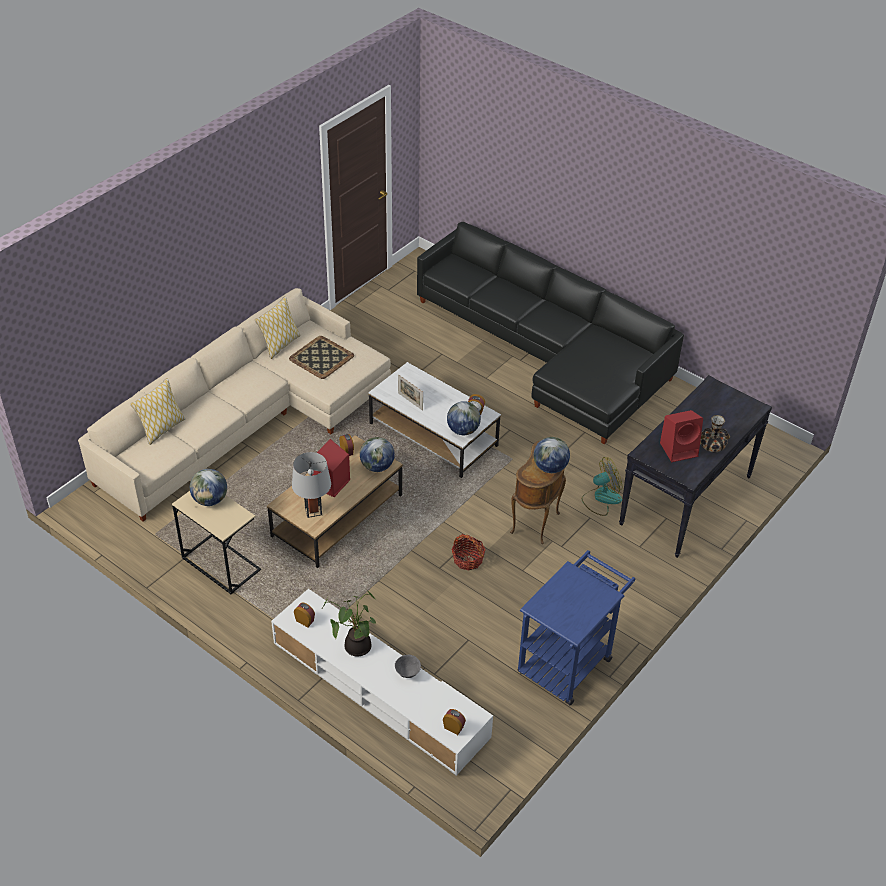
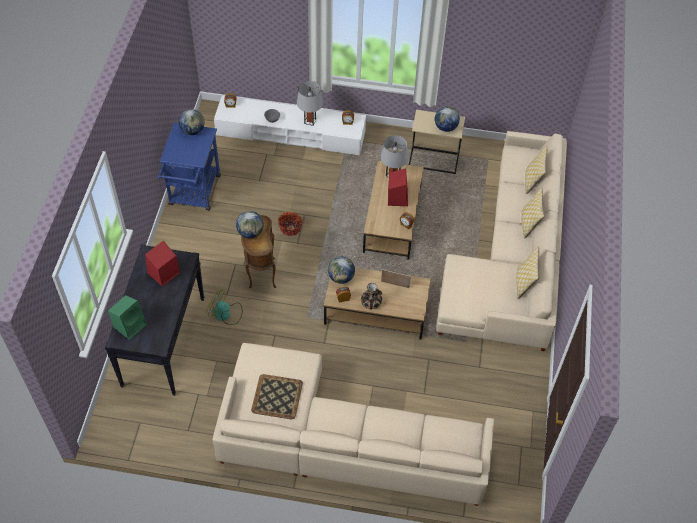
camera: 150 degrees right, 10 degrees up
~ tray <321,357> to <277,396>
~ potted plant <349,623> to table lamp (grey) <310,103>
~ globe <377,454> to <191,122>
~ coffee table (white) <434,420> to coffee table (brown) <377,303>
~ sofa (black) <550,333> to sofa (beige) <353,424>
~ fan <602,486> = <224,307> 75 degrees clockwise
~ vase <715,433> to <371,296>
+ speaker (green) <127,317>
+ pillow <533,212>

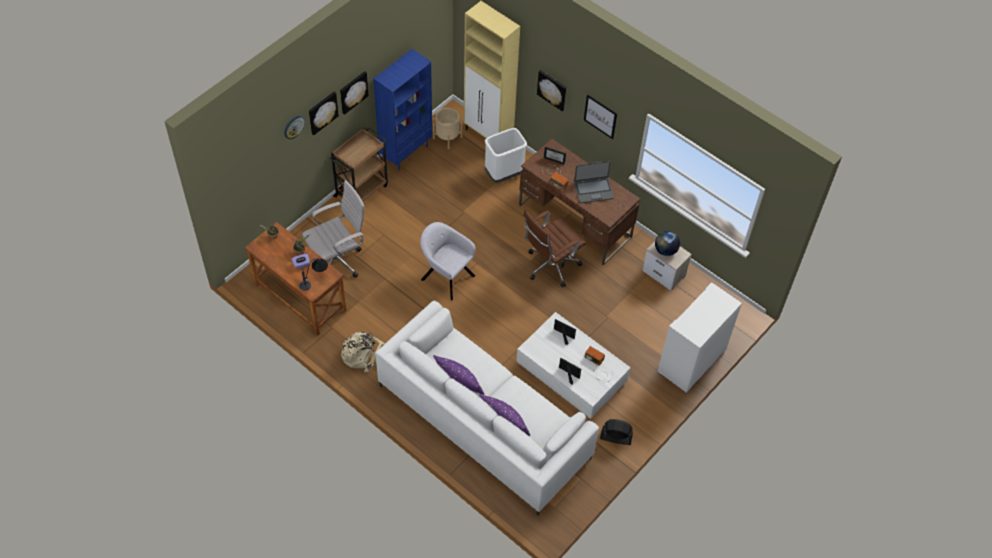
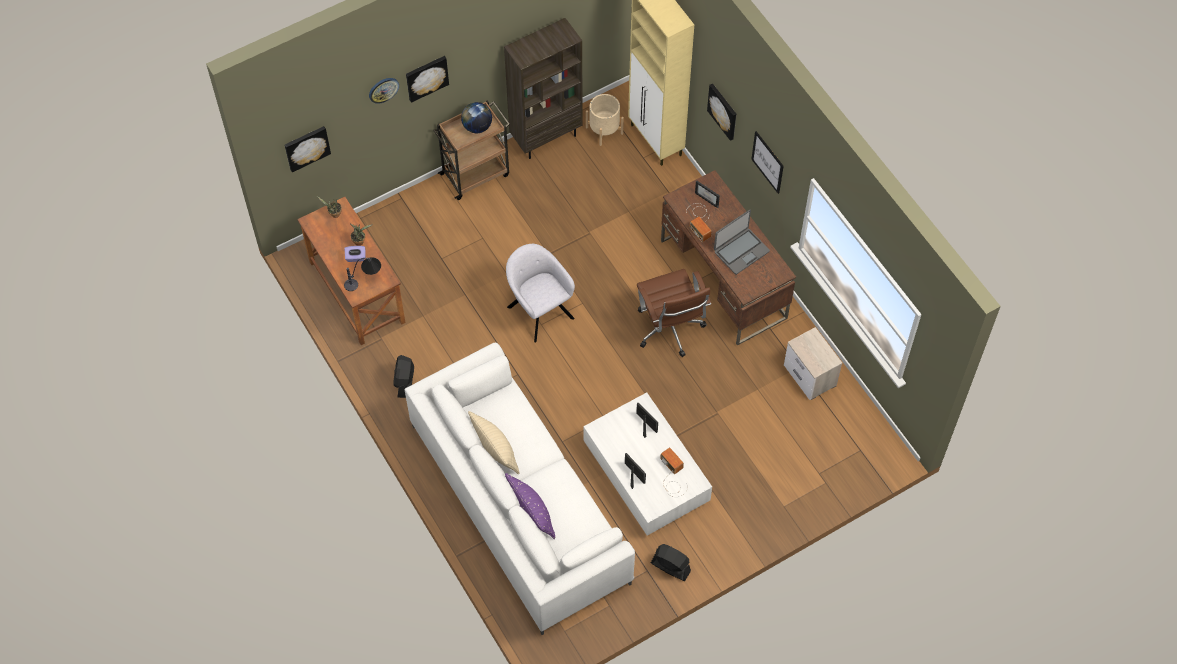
camera: 20 degrees right, 5 degrees up
- office chair (white) <333,228>
~ picture <354,93> to <308,149>
~ backpack (beige) <363,352> to fan (black) <403,376>
~ bookcase (blue) <402,109> to bookcase (brown) <543,88>
~ pillow (purple) <458,375> to pillow (beige) <494,442>
- trash can (white) <506,155>
~ office chair (brown) <555,249> = <674,313> 90 degrees counterclockwise
~ laptop <594,182> = <742,242> 45 degrees counterclockwise
~ globe <667,243> to <476,117>
- cabinet (white) <700,337>

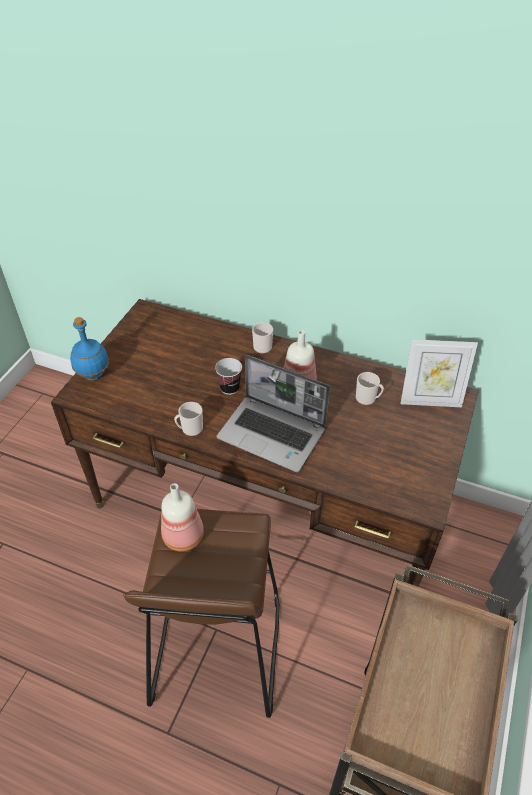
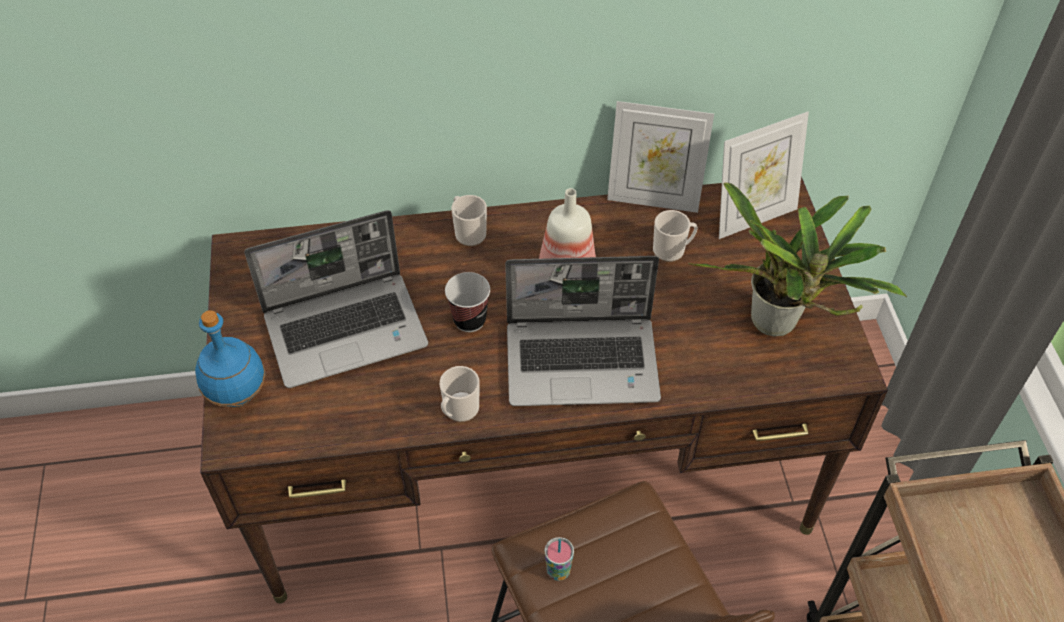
camera: 30 degrees left, 5 degrees up
~ bottle <182,517> to cup <559,559>
+ laptop <336,299>
+ picture frame <660,157>
+ potted plant <797,259>

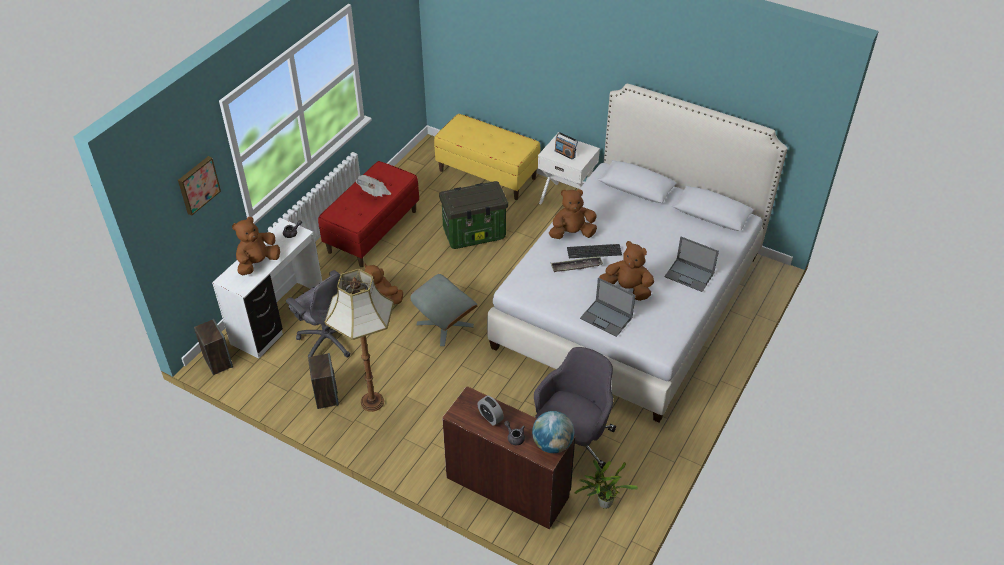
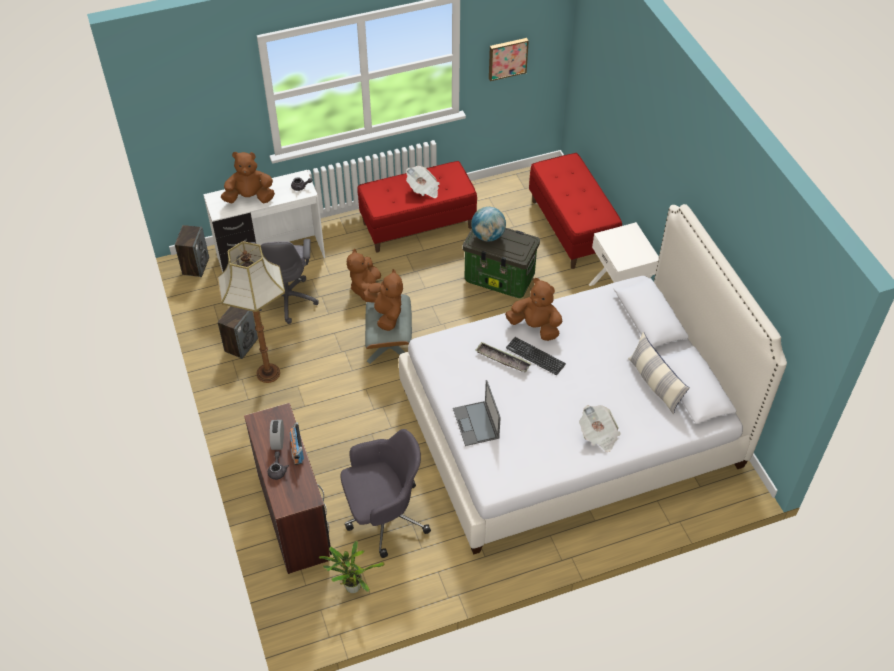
camera: 40 degrees right, 5 degrees up
~ picture <199,186> to <509,59>
~ bench (yellow) <487,157> to bench (red) <575,211>
~ globe <553,432> to <488,224>
~ radio <566,146> to <296,443>
~ plush toy (brown) <626,271> to <383,300>
~ laptop <692,264> to newspaper <600,428>
+ pillow <659,373>

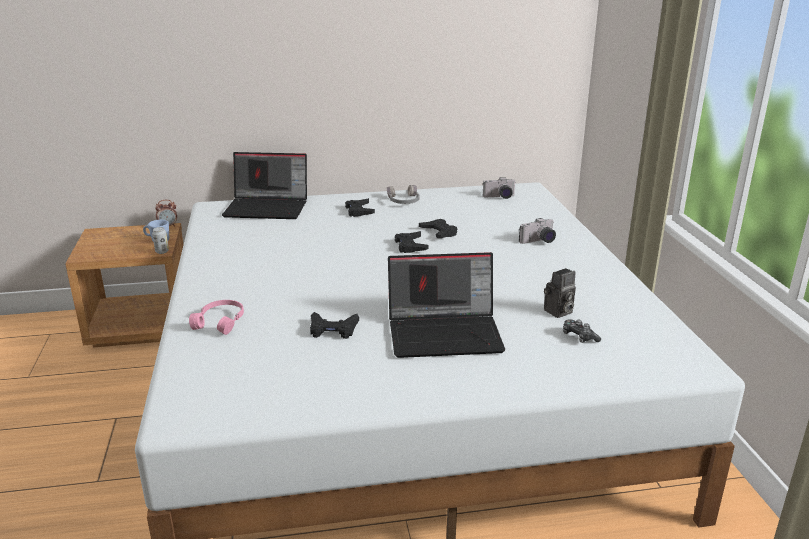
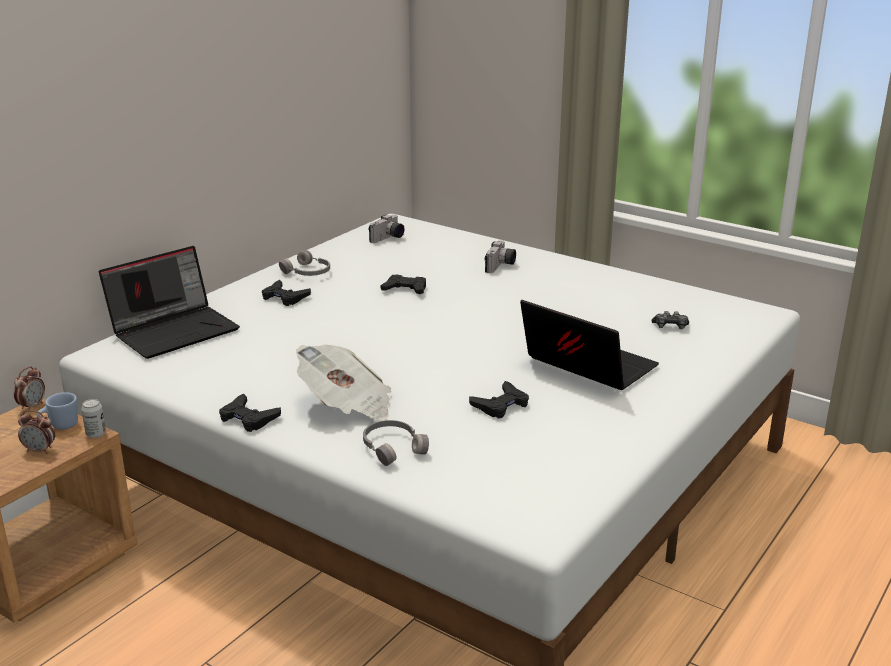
camera: 45 degrees left, 0 degrees up
~ headphones (pink) <216,317> to headphones (grey) <396,443>
~ laptop <446,305> = <589,345> 90 degrees counterclockwise
~ game controller (black) <411,242> to <250,412>
- photo camera <560,293>
+ alarm clock <36,432>
+ newspaper <343,383>

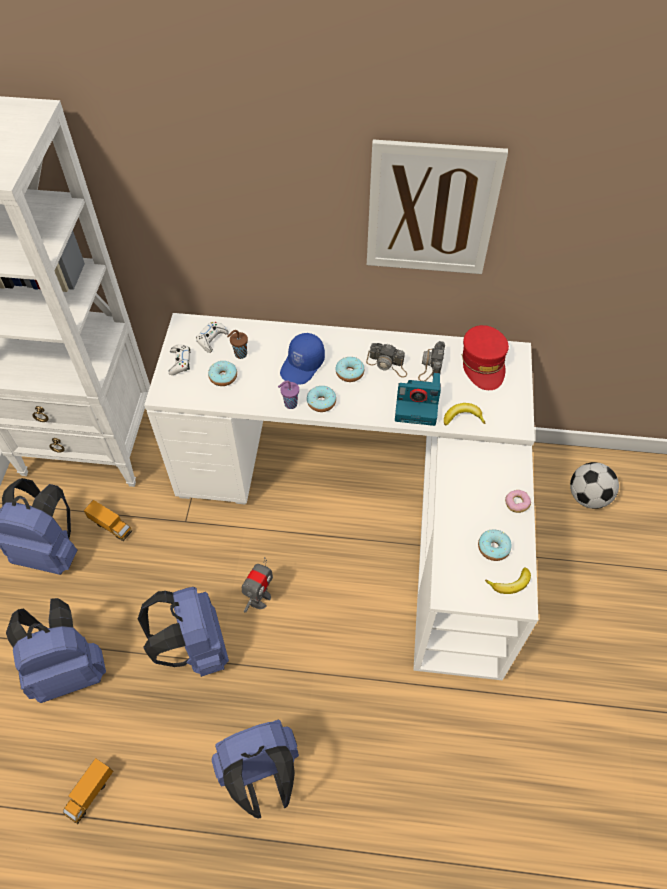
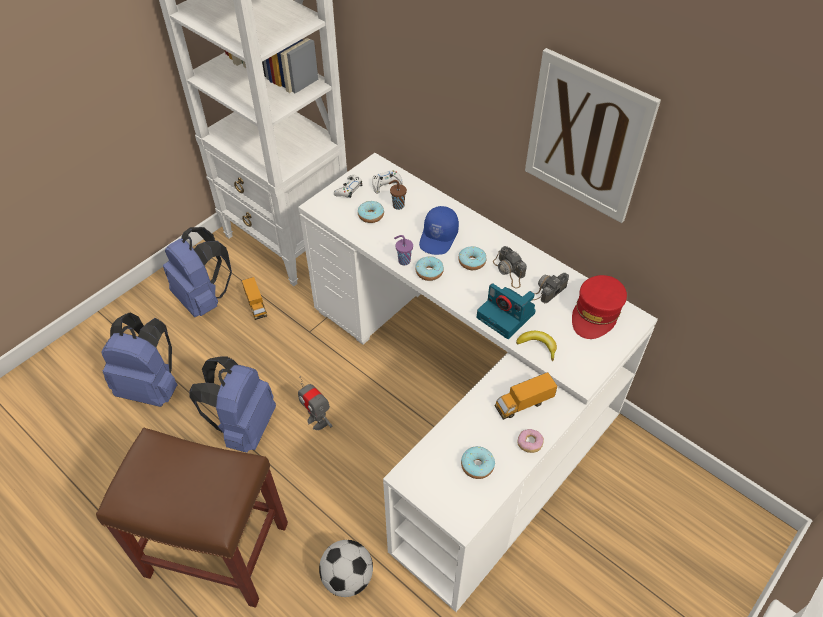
camera: 35 degrees right, 5 degrees down
~ toy truck <88,791> to <526,396>
~ backpack (blue) <255,769> to stool (brown) <192,518>
~ toy robot <257,585> = <315,403> 75 degrees clockwise
~ cap (blue) <302,359> = <439,230> 45 degrees counterclockwise
- banana <508,580>
~ football <594,485> to <346,568>

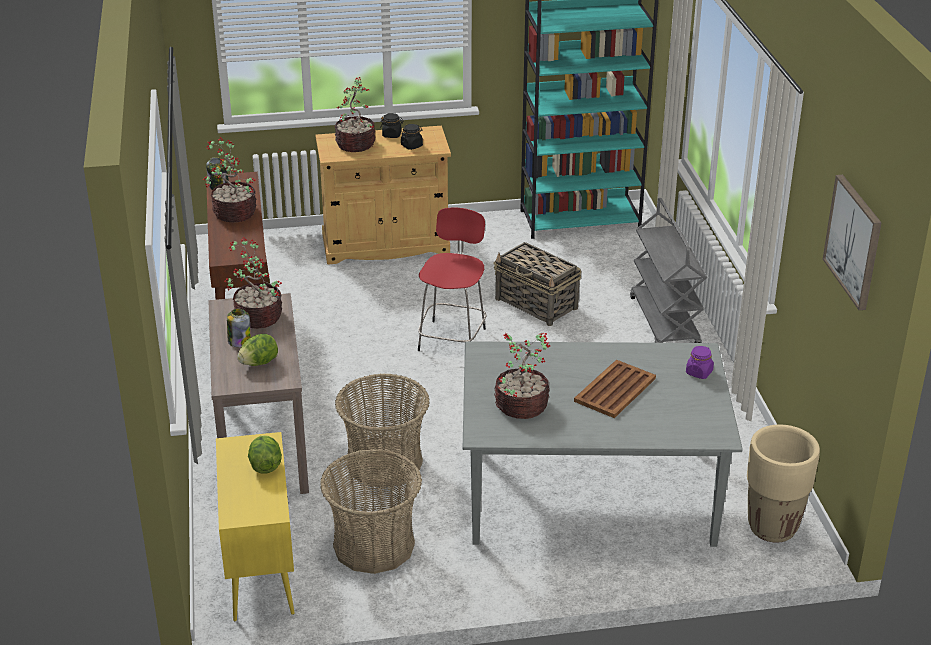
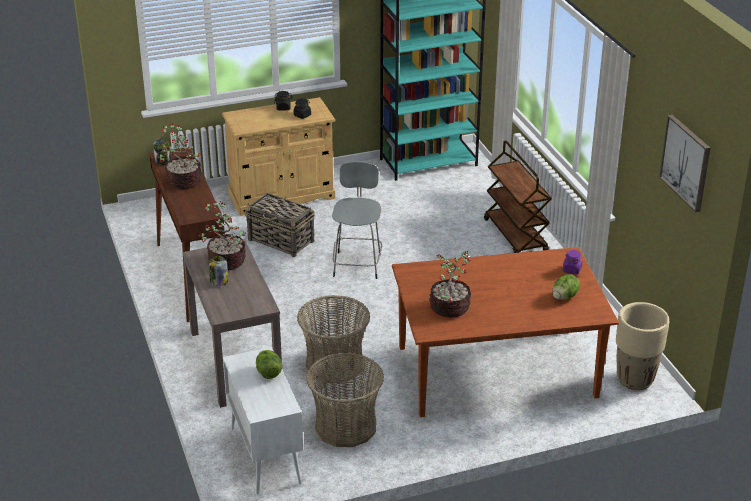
camera: 10 degrees left, 0 degrees up
~ cabinet (yellow) <255,526> to cabinet (white) <263,421>
~ lettuce <257,350> to <566,287>
- potted plant <355,114>
~ stool (red) <452,279> to stool (grey) <357,220>
~ dining table (grey) <603,444> to dining table (brown) <505,332>
~ basket <537,284> to <280,225>
- tray (brown) <615,389>
~ cart (grey) <668,270> to cart (brown) <518,197>

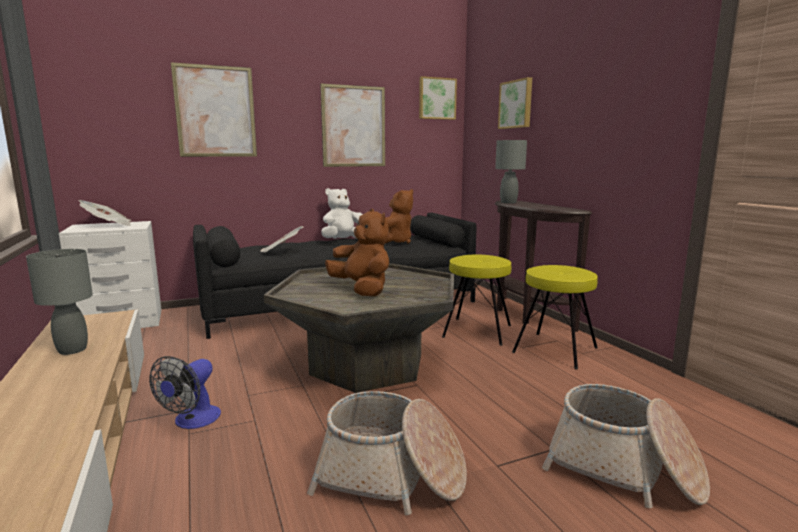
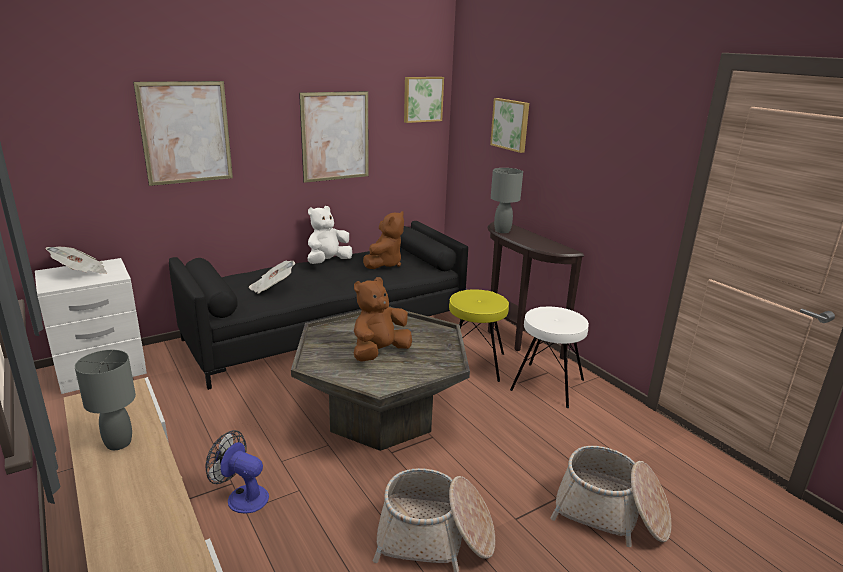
camera: 10 degrees left, 10 degrees up
~ fan <185,392> = <237,472> 105 degrees clockwise
~ plush toy (brown) <357,252> = <383,319> 90 degrees counterclockwise
~ stool (yellow) <555,317> to stool (white) <549,357>

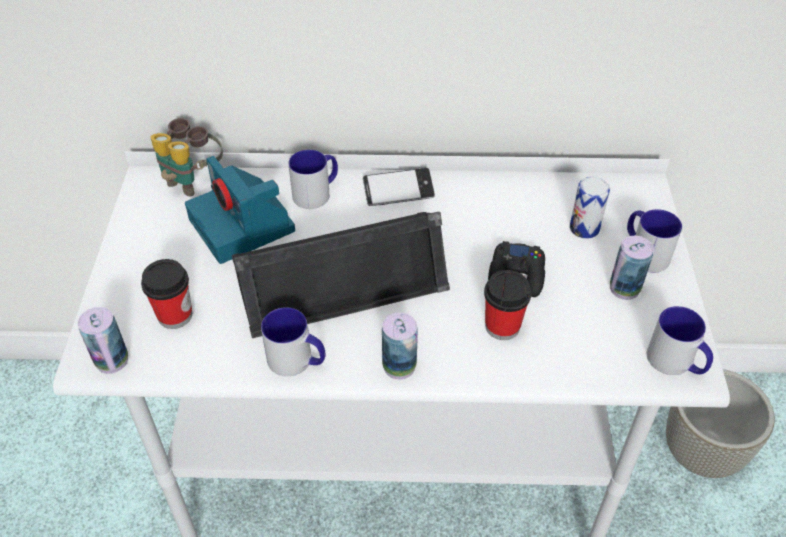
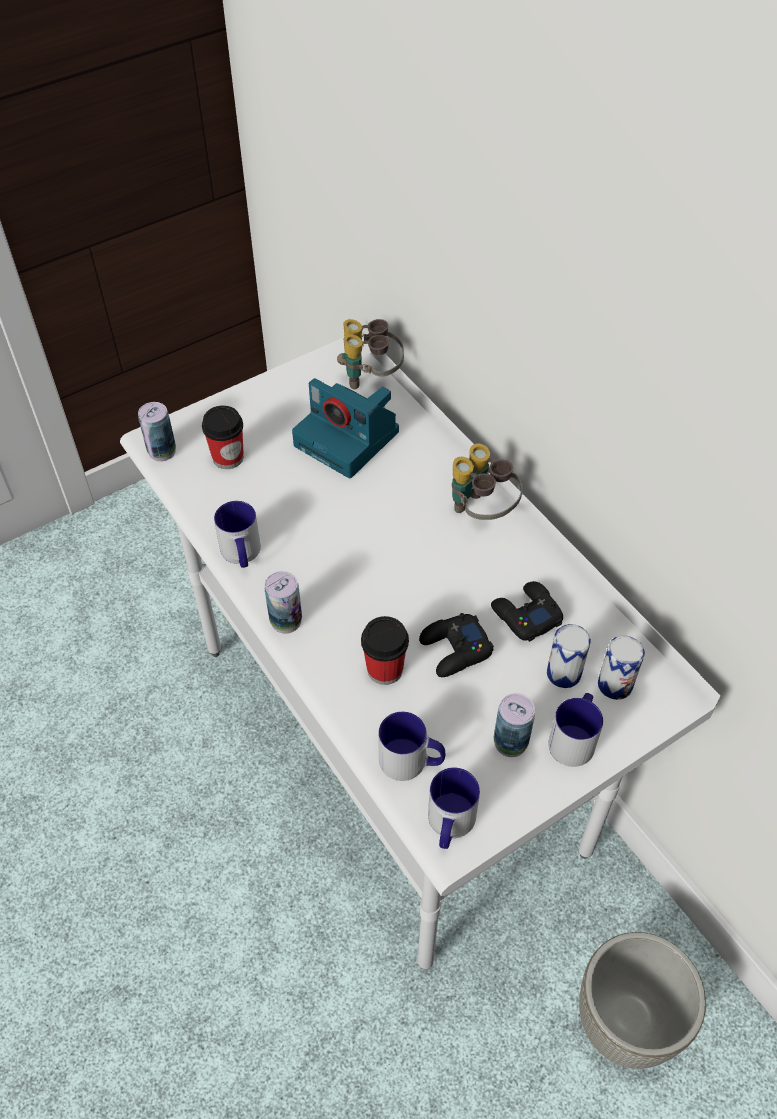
camera: 55 degrees right, 5 degrees up
~ photo camera <240,210> = <345,428> 75 degrees counterclockwise
- speaker (black) <341,275>
~ mug <313,179> to <411,746>
~ phone <399,187> to binoculars <487,481>
+ game controller (black) <527,611>
+ can <621,668>

